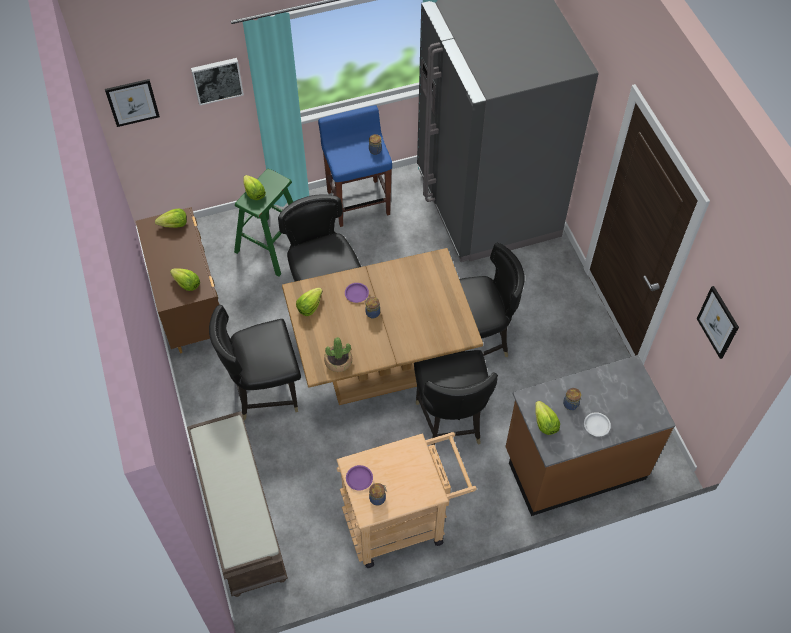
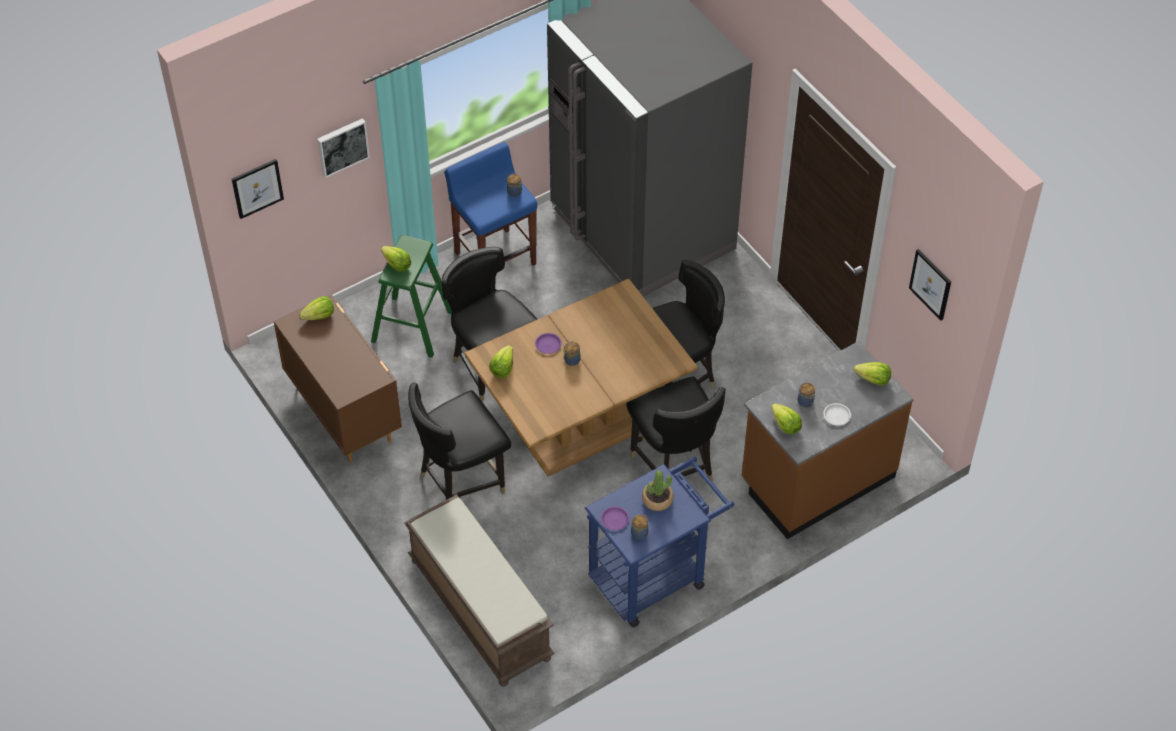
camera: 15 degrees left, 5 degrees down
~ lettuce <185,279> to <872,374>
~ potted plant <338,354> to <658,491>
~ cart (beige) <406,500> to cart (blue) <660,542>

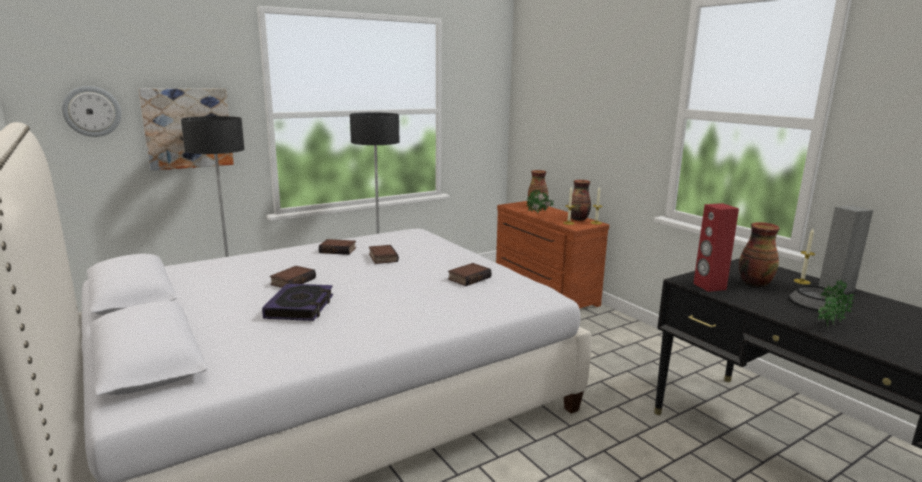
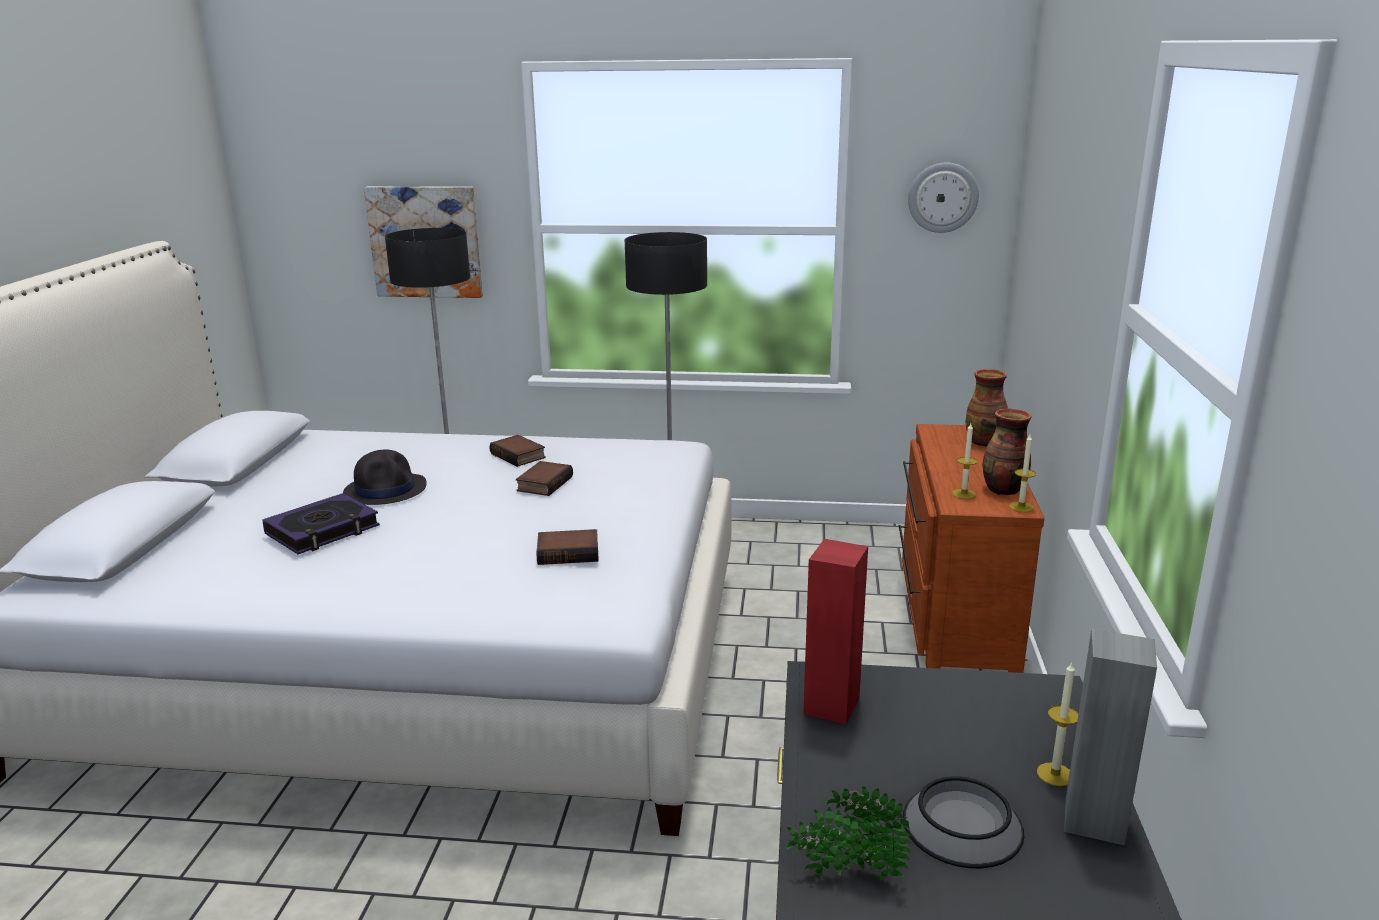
camera: 40 degrees right, 5 degrees up
~ wall clock <91,111> to <943,197>
~ book <293,277> to hat (black) <384,477>
- potted plant <540,201>
- vase <759,254>

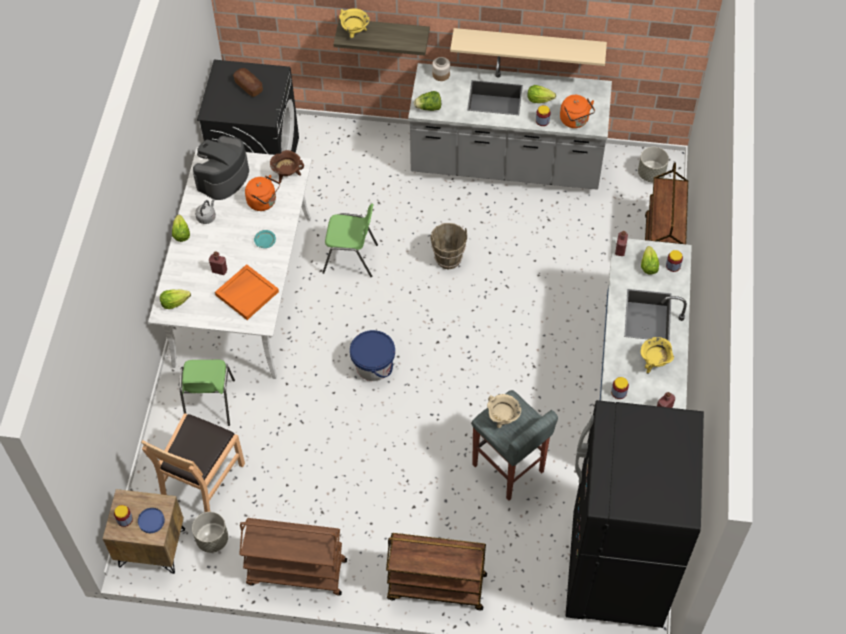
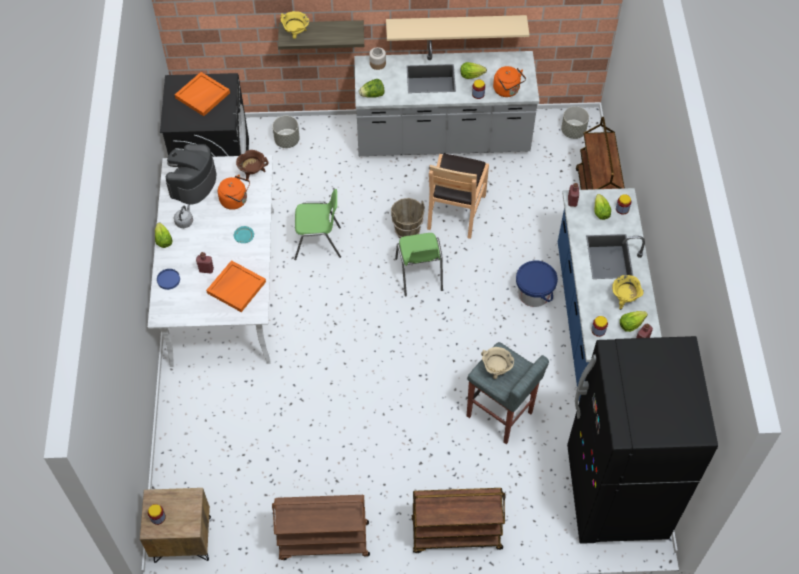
camera: 10 degrees left, 0 degrees up
~ plate (blue) <151,520> to <168,279>
~ chair (brown) <193,462> to <458,196>
~ lettuce <175,299> to <634,321>
~ chair (green) <207,393> to <419,265>
~ planter (grey) <210,532> to <286,132>
~ bread <248,82> to tray (orange) <202,94>
~ bucket (blue) <372,355> to <537,284>

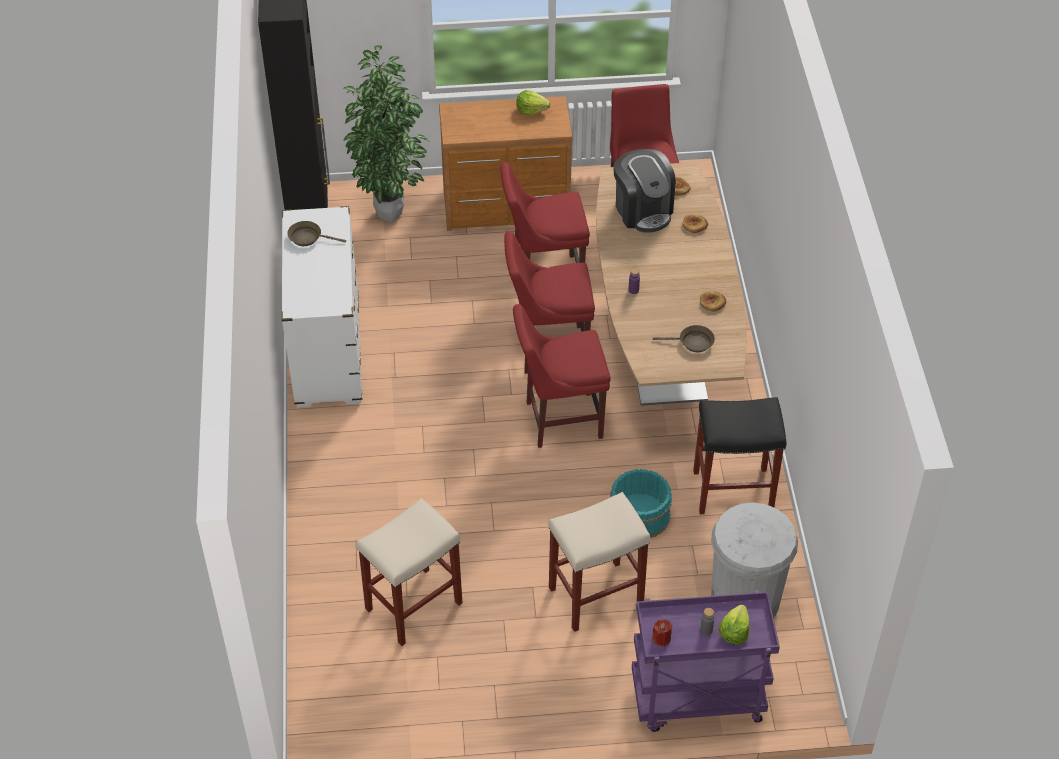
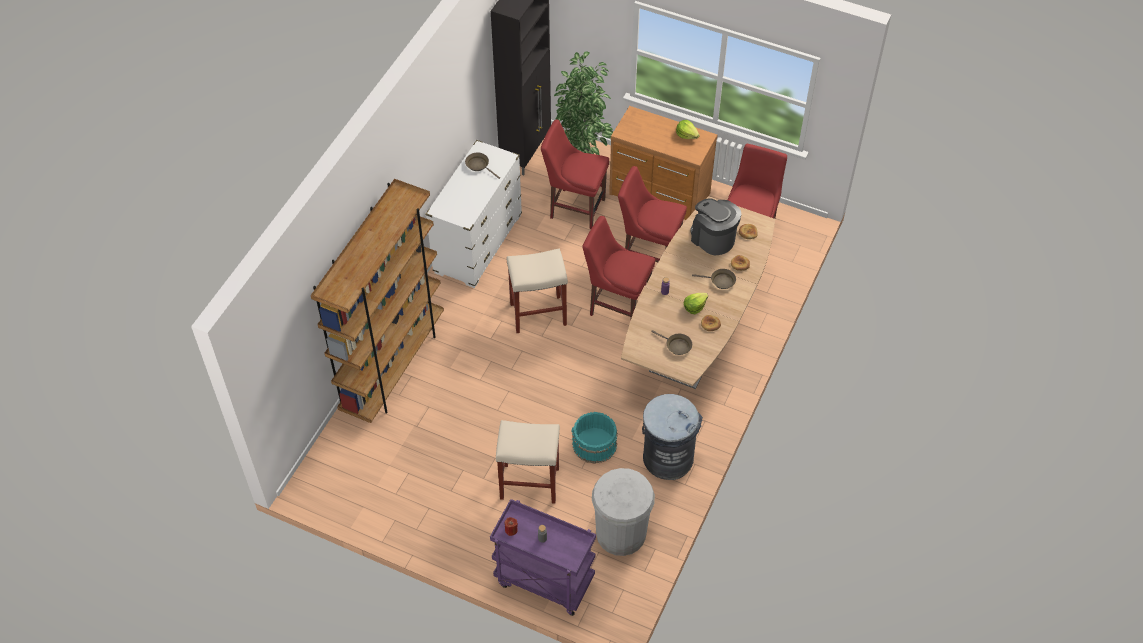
camera: 30 degrees right, 5 degrees up
~ stool (beige) <409,572> to <537,290>
~ chair (red) <562,376> to <575,174>
~ coffee machine <644,191> = <715,226> 135 degrees clockwise
~ stool (black) <739,455> to trash can (grey) <672,437>
~ lettuce <734,624> to <696,303>
+ bookcase (brown) <377,301>
+ frying pan (brown) <714,279>

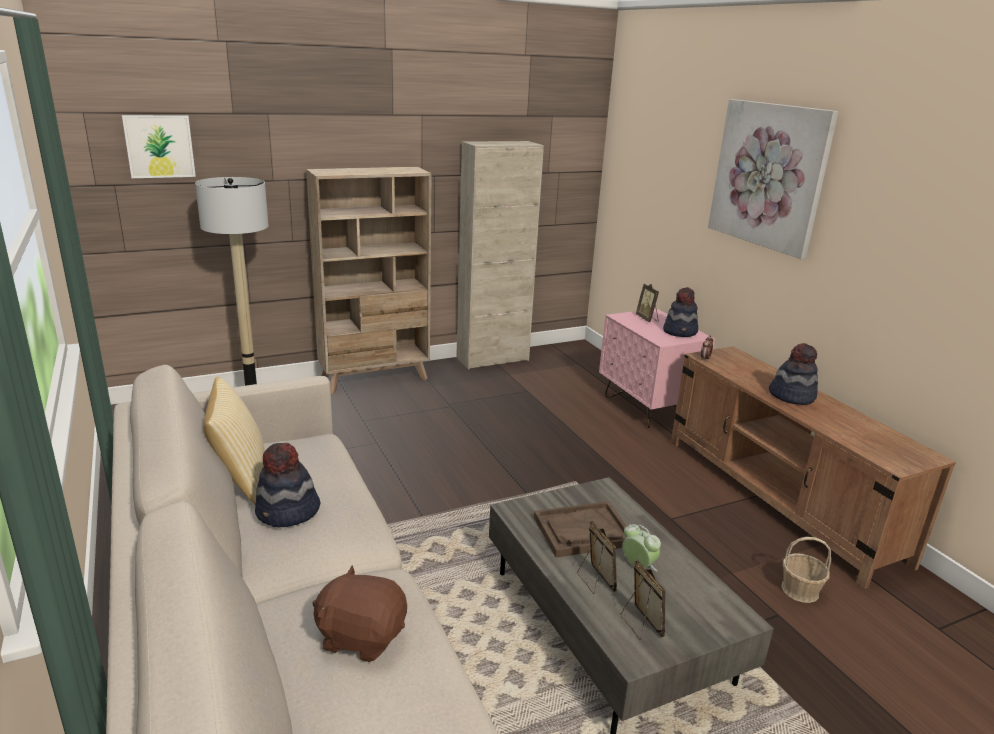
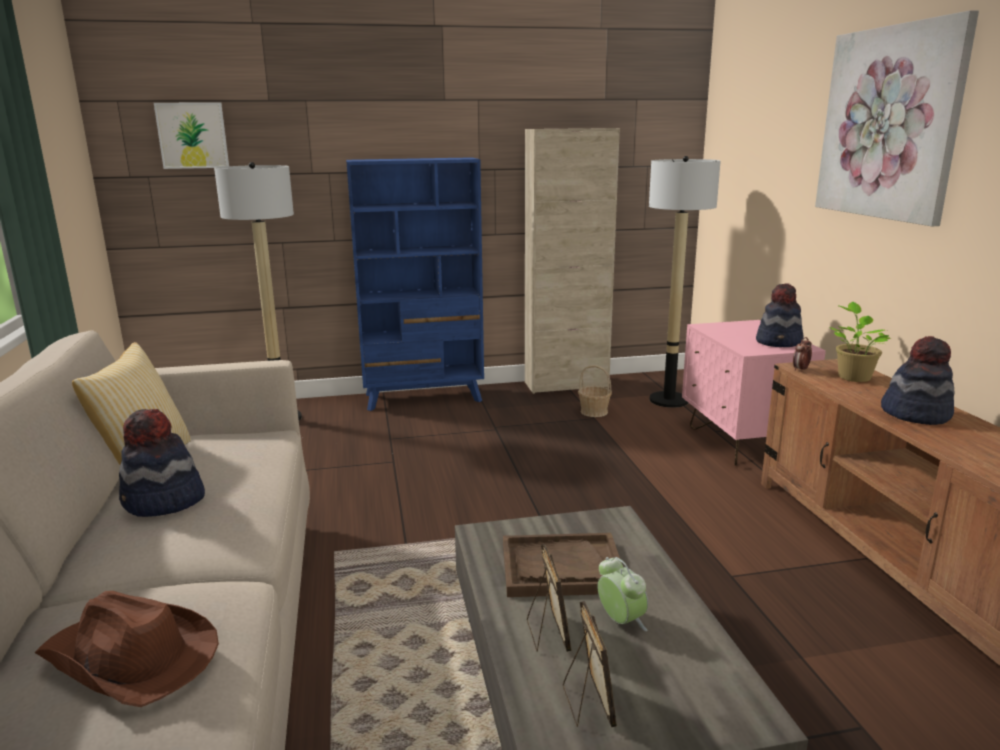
camera: 15 degrees right, 5 degrees down
~ bookcase (beige) <369,280> to bookcase (blue) <415,284>
~ plush toy (brown) <359,614> to hat (brown) <127,649>
- picture frame <647,302>
~ basket <806,570> to <595,391>
+ floor lamp <685,282>
+ potted plant <859,342>

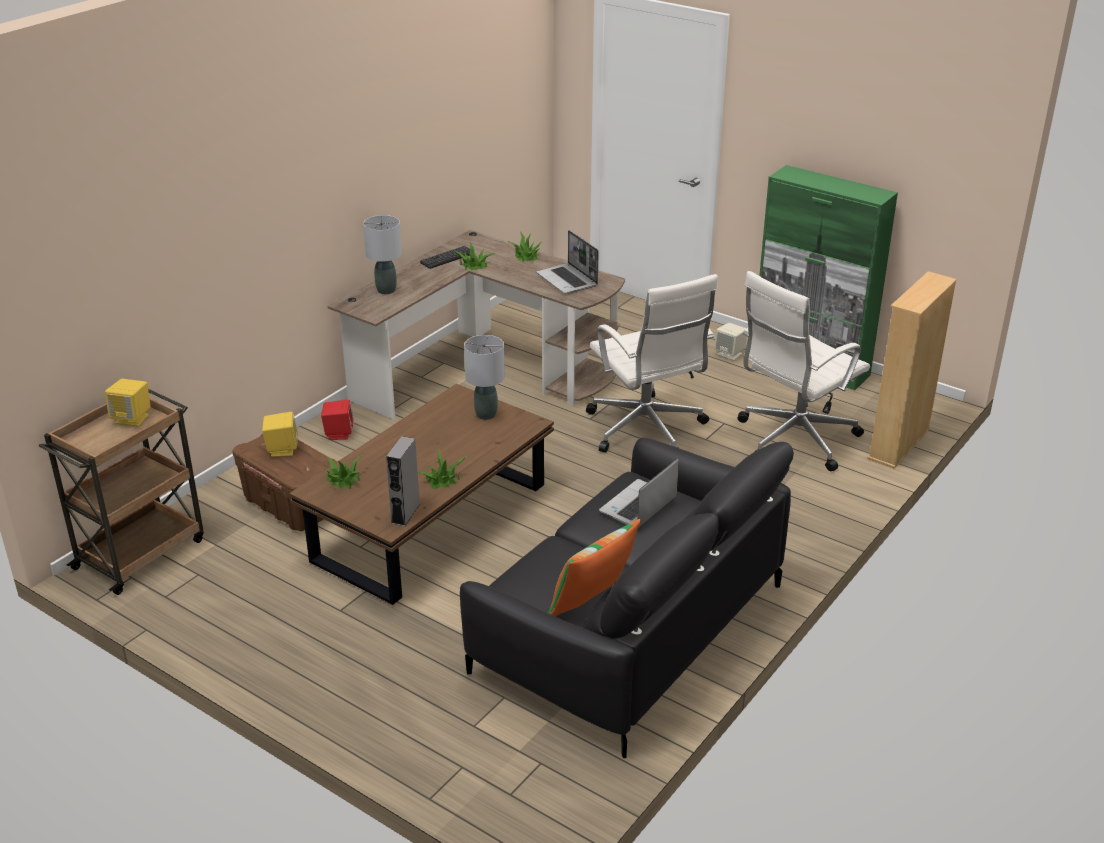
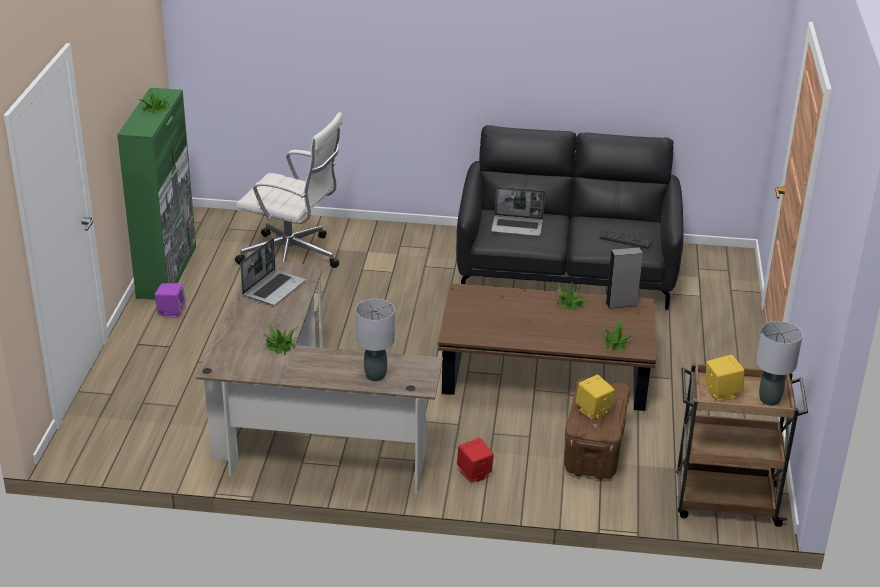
camera: 120 degrees left, 0 degrees up
~ keyboard <445,257> to <625,239>
~ table lamp (grey) <484,377> to <779,363>
~ potted plant <524,246> to <155,101>
- pillow <594,567>
- office chair (white) <652,363>
~ speaker (beige) <730,342> to speaker (purple) <170,300>
- bookcase (beige) <912,370>

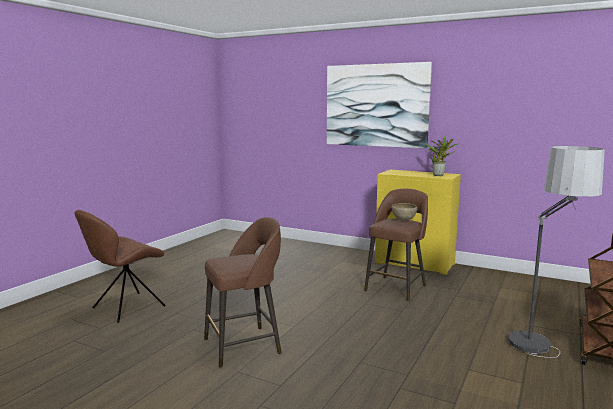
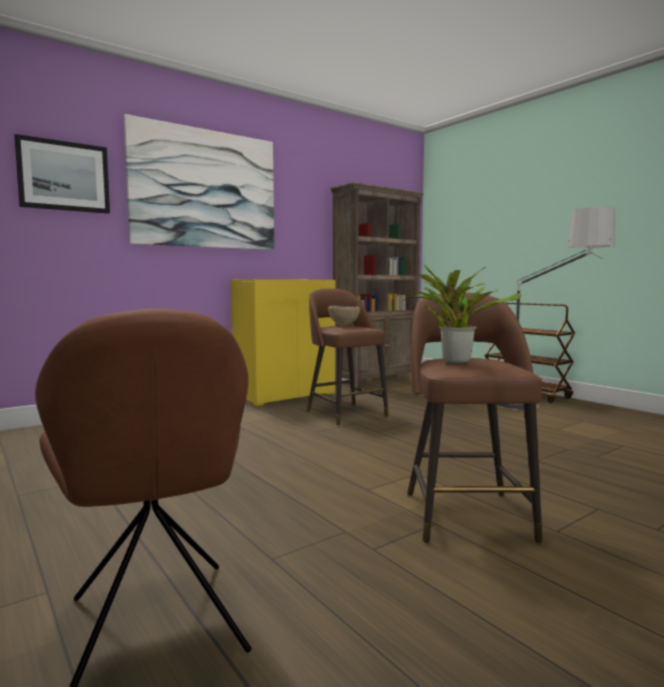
camera: 65 degrees left, 5 degrees down
~ potted plant <442,156> to <462,314>
+ picture <62,174>
+ bookcase (brown) <377,285>

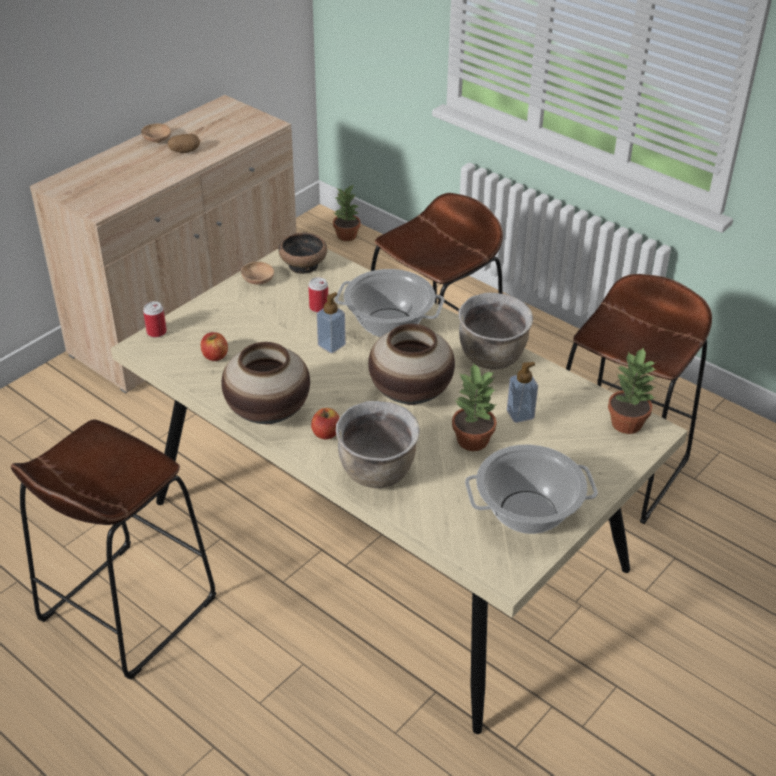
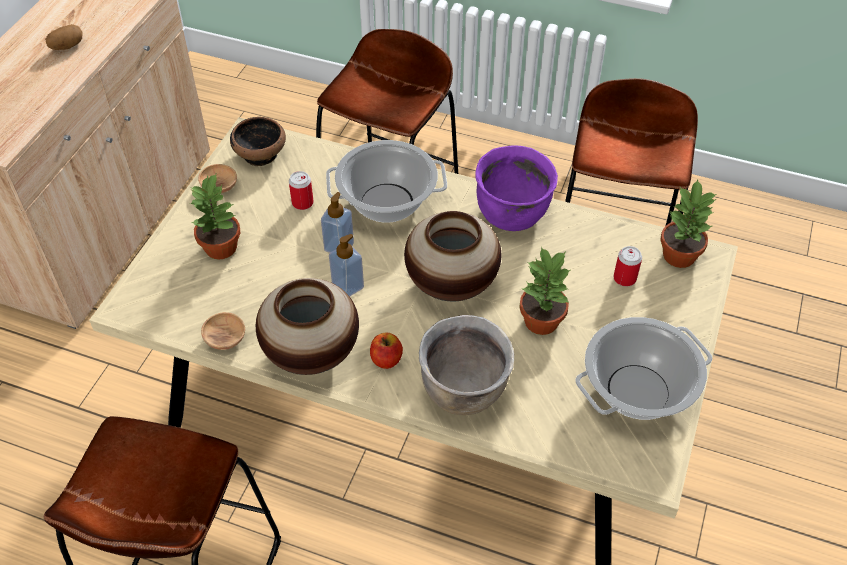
camera: 20 degrees left, 10 degrees up
~ bowl (brown) <156,133> to <223,331>
~ can <155,319> to <628,266>
- apple <214,346>
~ potted plant <347,212> to <215,217>
~ cooking pot (brown) <495,331> to cooking pot (purple) <516,188>
~ soap dispenser <522,392> to <346,265>

